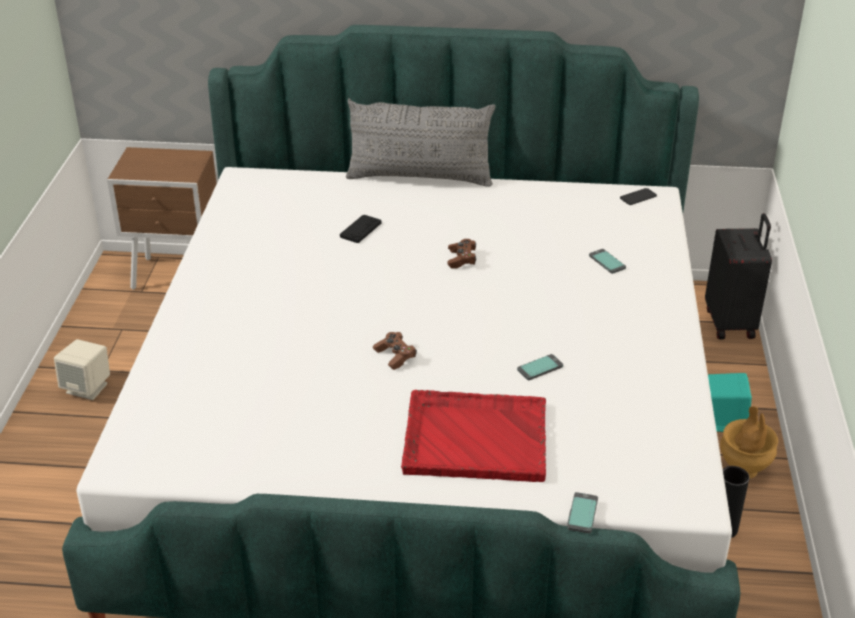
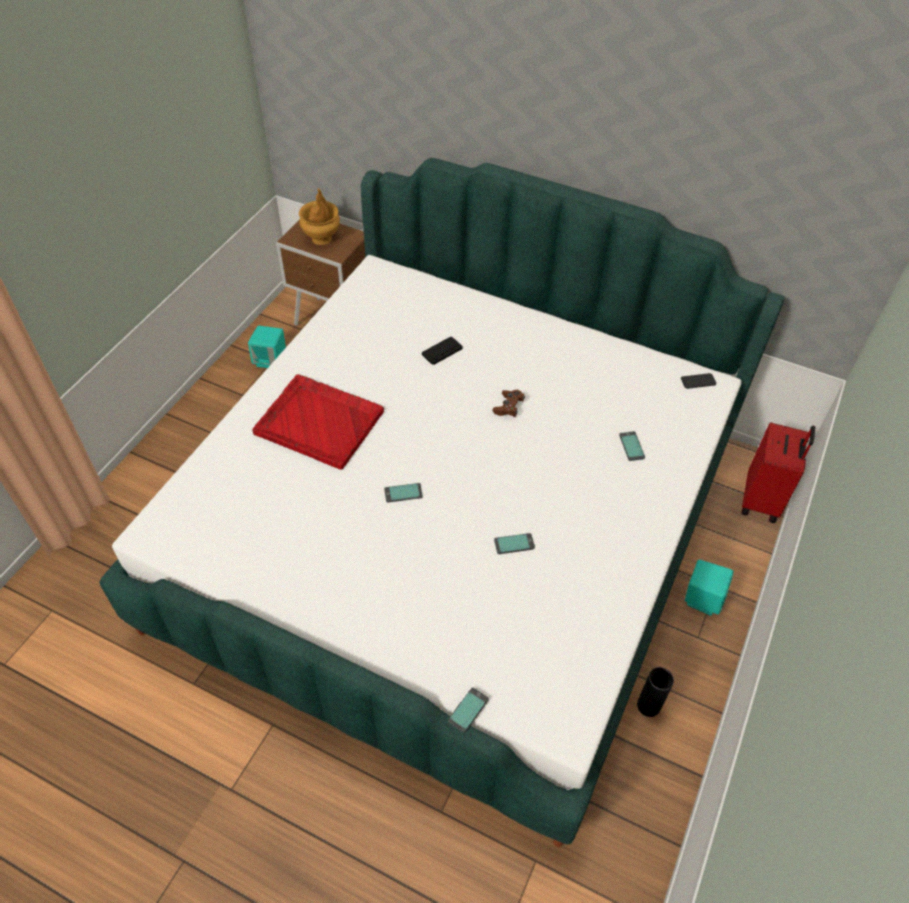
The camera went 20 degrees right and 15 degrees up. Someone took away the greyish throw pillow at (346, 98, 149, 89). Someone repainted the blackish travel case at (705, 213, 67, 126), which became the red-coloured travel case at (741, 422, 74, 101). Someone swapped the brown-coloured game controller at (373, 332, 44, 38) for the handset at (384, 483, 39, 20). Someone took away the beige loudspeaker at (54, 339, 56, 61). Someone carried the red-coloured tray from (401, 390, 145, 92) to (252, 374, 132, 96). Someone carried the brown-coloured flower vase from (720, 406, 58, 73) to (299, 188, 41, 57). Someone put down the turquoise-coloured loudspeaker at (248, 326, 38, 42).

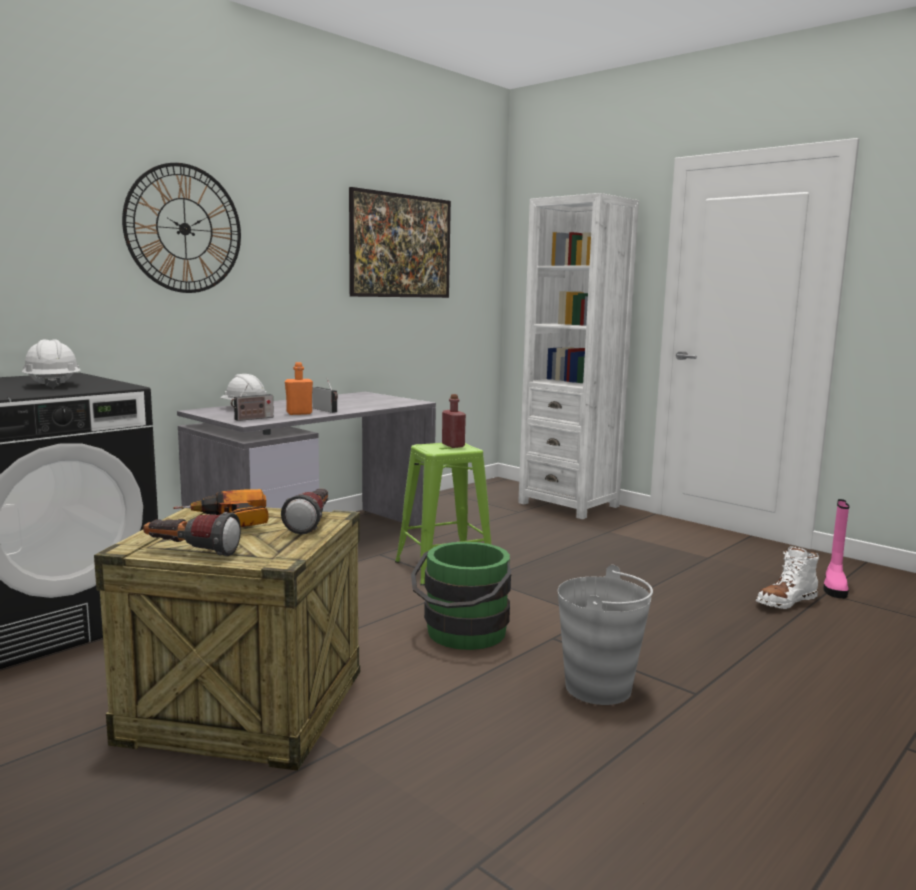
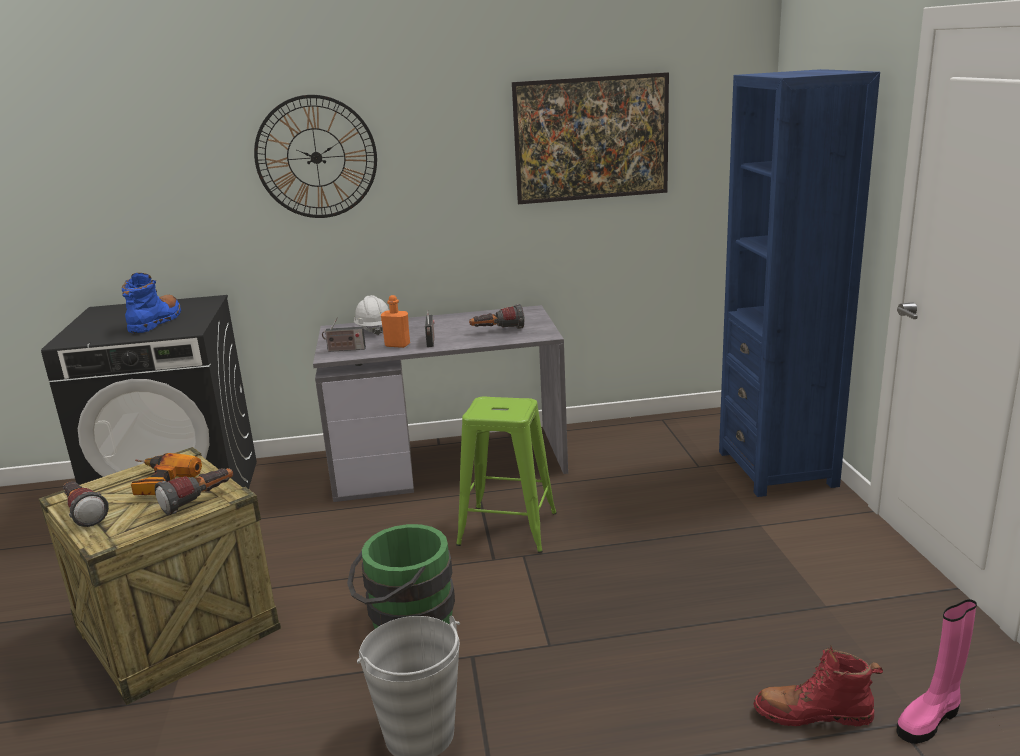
The camera went 40 degrees right and 10 degrees up. Someone repainted the white-coloured bookshelf at (518, 193, 121, 326), which became the bluish bookshelf at (719, 69, 161, 428). Someone swapped the white-coloured hard hat at (22, 339, 58, 50) for the bluish tall boot at (122, 273, 59, 60). Someone took away the red-coloured bottle at (442, 394, 24, 54). Someone repainted the white-coloured tall boot at (756, 546, 63, 63), which became the red-coloured tall boot at (754, 646, 129, 80). Someone put down the hand torch at (469, 304, 56, 25).

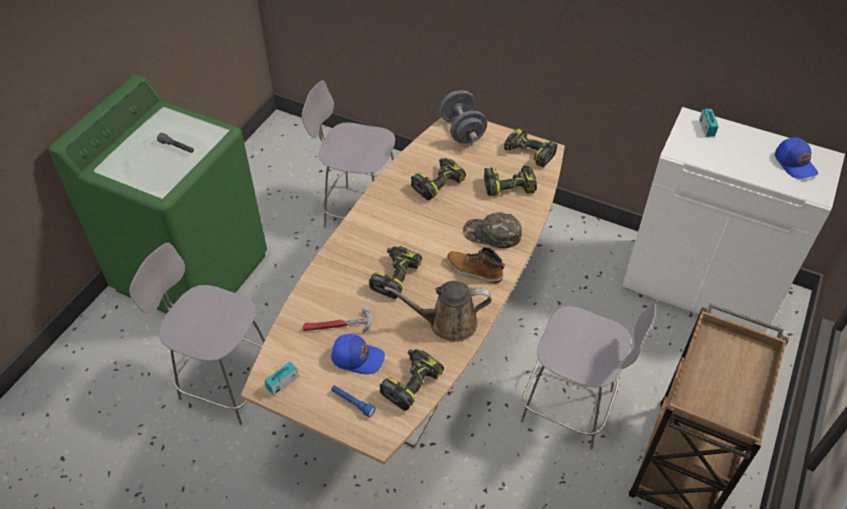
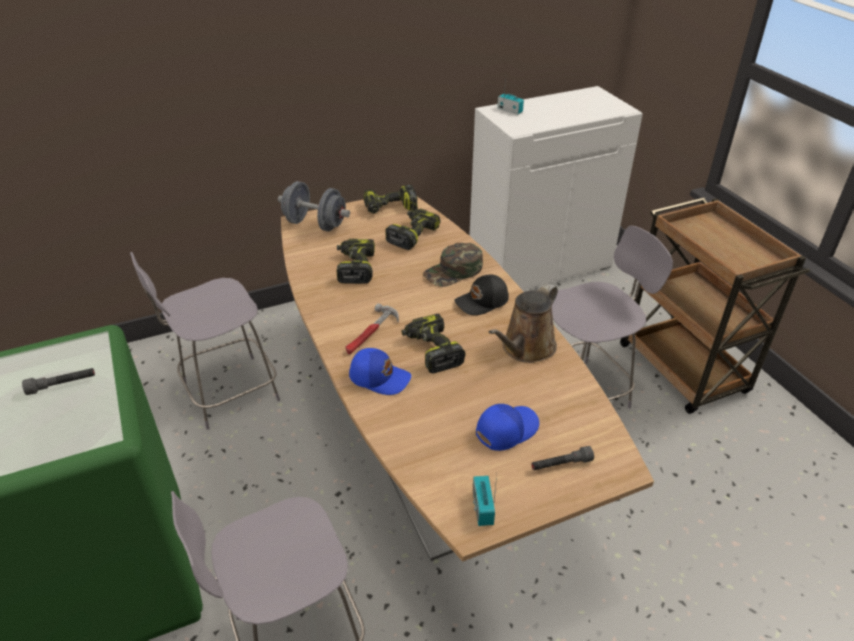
The camera went 50 degrees left and 10 degrees down. Someone carried the bluish cap from (775, 137, 43, 42) to (349, 348, 62, 47). Someone swapped the tall boot at (447, 247, 58, 37) for the blackish cap at (454, 275, 55, 40). Someone carried the tool hammer from (303, 307, 69, 26) to (345, 303, 54, 51). Someone took away the electric drill at (379, 349, 65, 62). Someone repainted the bluish hand torch at (331, 385, 45, 32), which became the greyish hand torch at (531, 446, 63, 24).

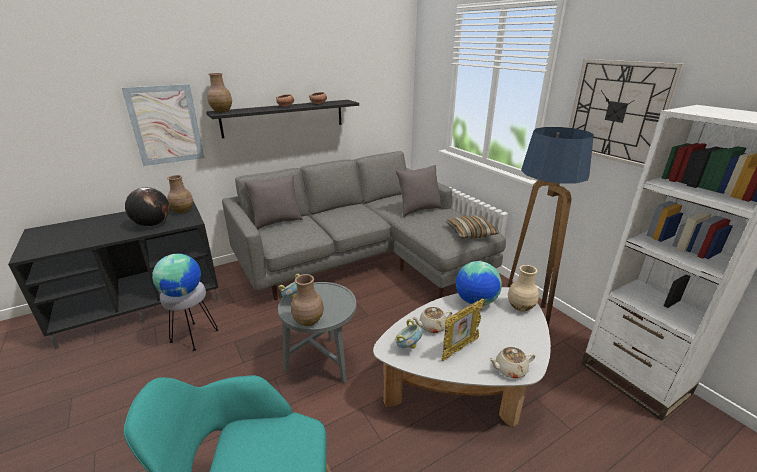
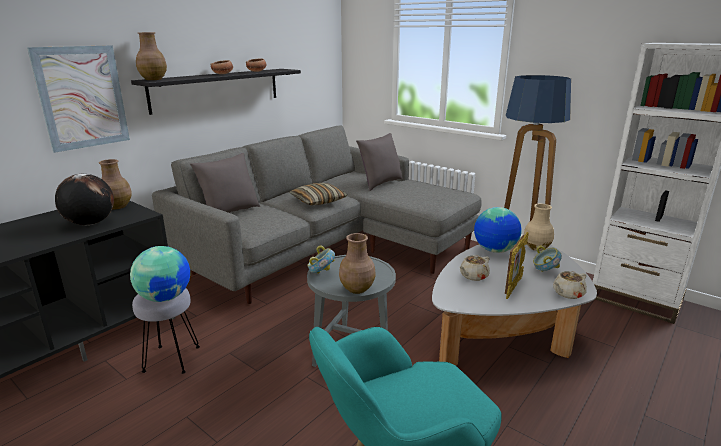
The camera went 20 degrees left and 5 degrees down. Someone took away the clock on the wall at (569, 59, 115, 109). Someone carried the throw pillow from (446, 215, 54, 24) to (289, 183, 58, 22). Someone carried the deep dish from (395, 319, 28, 30) to (533, 245, 29, 27).

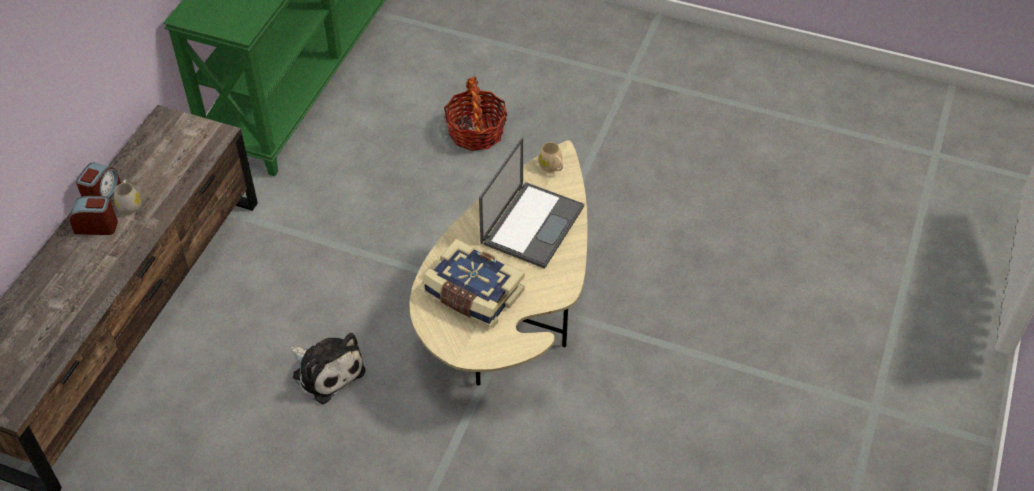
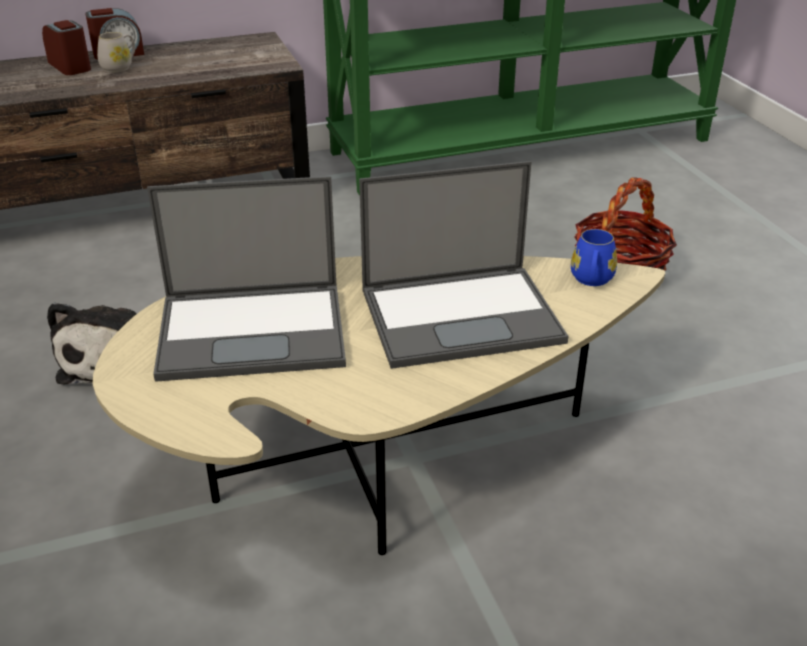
The camera went 50 degrees right and 15 degrees down. Someone repainted the beige coffee mug at (538, 142, 25, 30), which became the bluish coffee mug at (571, 229, 46, 57). Someone swapped the book at (422, 239, 103, 89) for the portable computer at (147, 176, 199, 206).

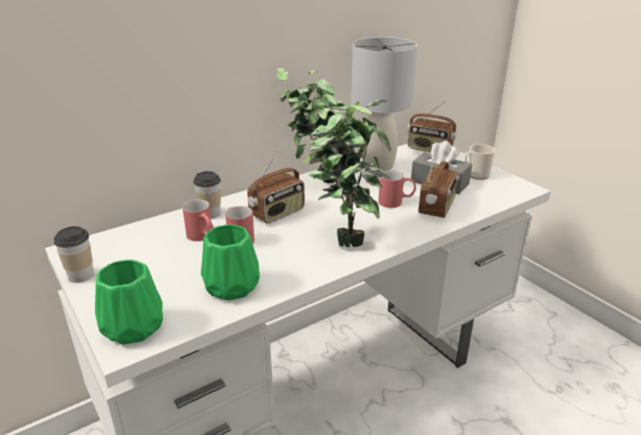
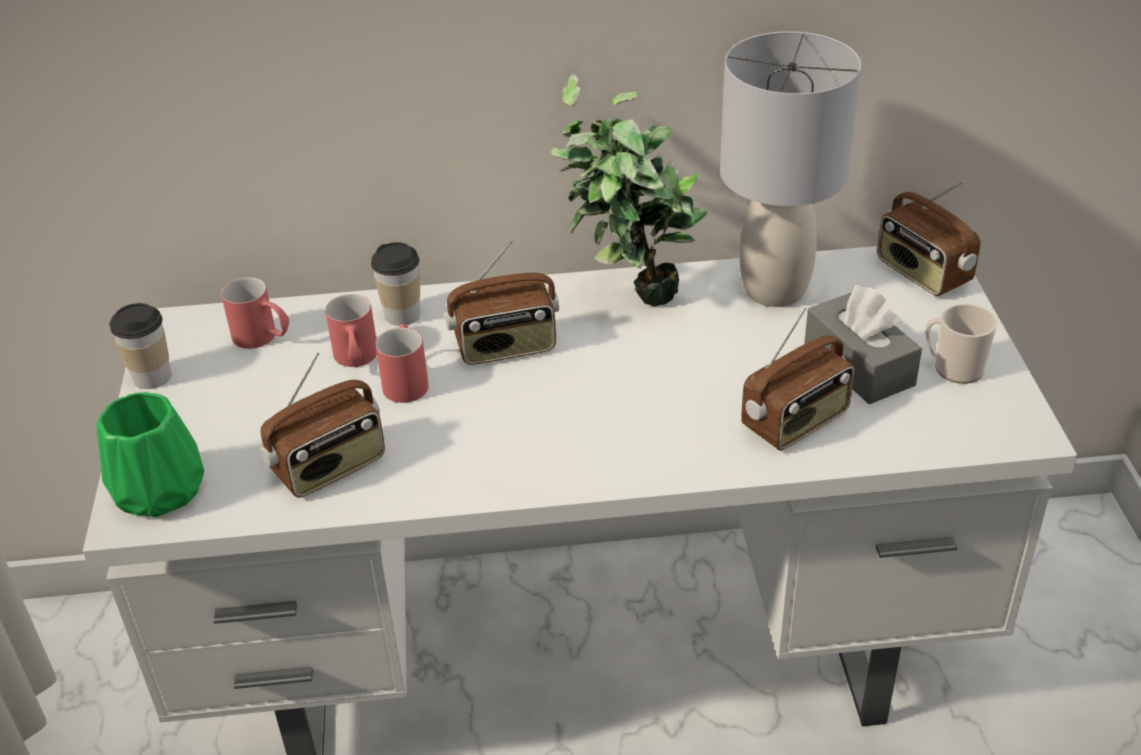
The camera went 30 degrees right and 10 degrees up. Someone took away the potted plant at (309, 99, 82, 148). Someone carried the red-coloured coffee mug from (378, 170, 38, 38) to (221, 277, 68, 72). Someone swapped the greenish flower vase at (201, 225, 59, 76) for the radio receiver at (260, 352, 125, 146).

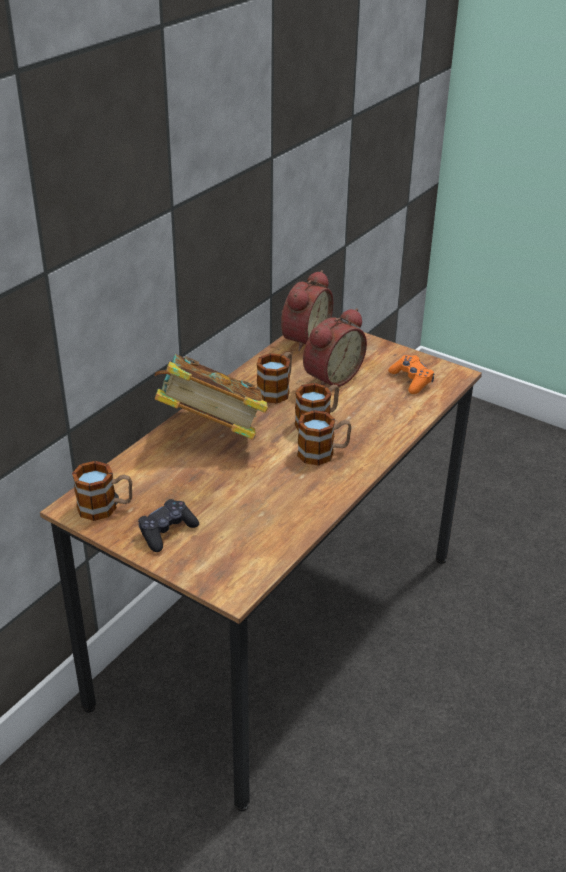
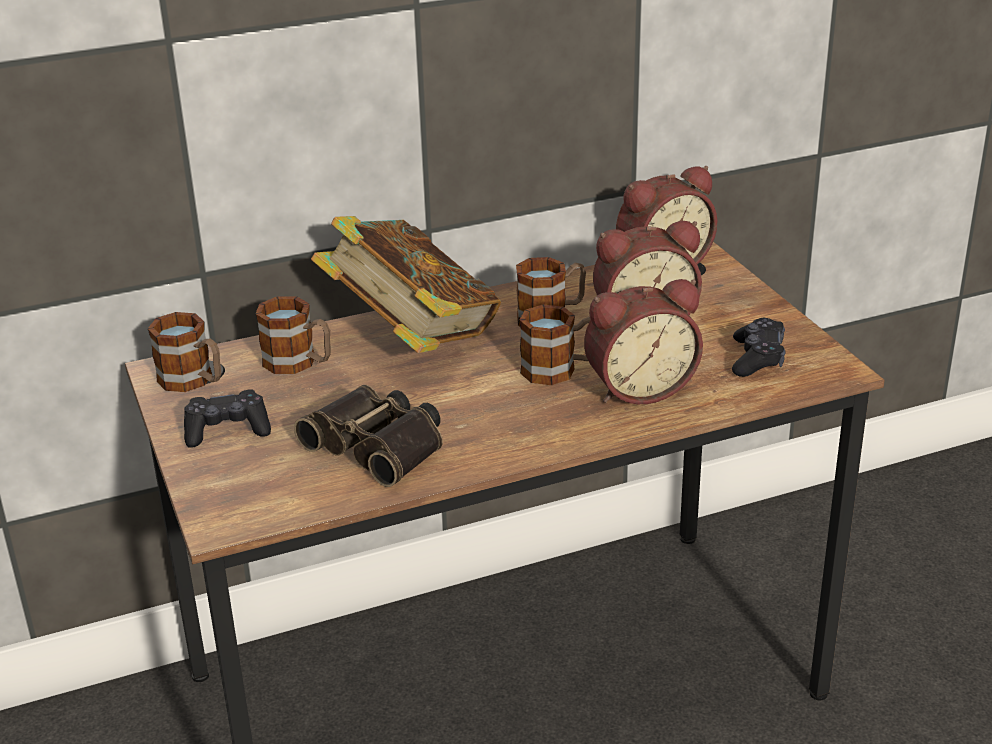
The camera went 35 degrees right and 5 degrees down. Someone repainted the orangey game controller at (388, 355, 46, 39), which became the blackish game controller at (732, 318, 53, 59). Someone carried the coffee mug from (297, 410, 55, 55) to (256, 297, 75, 77). Someone put down the alarm clock at (584, 279, 119, 125). Someone put down the field glasses at (294, 385, 149, 102).

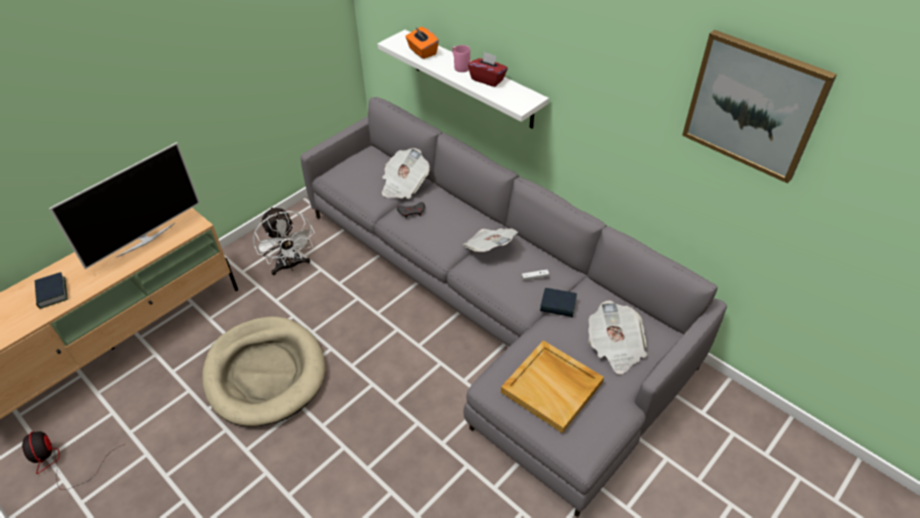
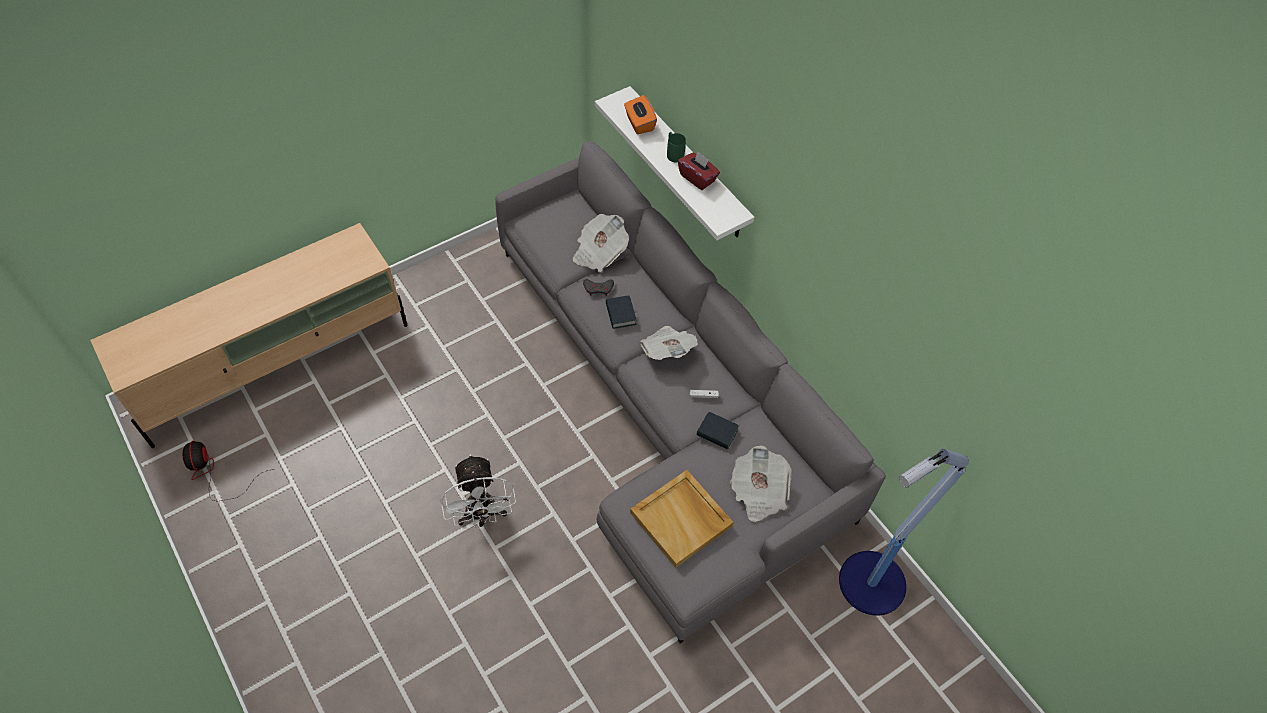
The camera went 10 degrees right and 10 degrees up. Someone took away the wall art at (682, 30, 155, 154). Someone repainted the pink coffee mug at (452, 45, 18, 27), which became the greenish coffee mug at (667, 132, 19, 30). Someone took away the television at (49, 142, 151, 127). Someone carried the white-coloured cooling fan from (253, 207, 62, 68) to (441, 454, 75, 73). Someone carried the book from (35, 272, 33, 37) to (605, 295, 31, 34). Someone took away the beige dog bed at (202, 316, 123, 110). Someone put down the floor lamp at (839, 449, 130, 167).

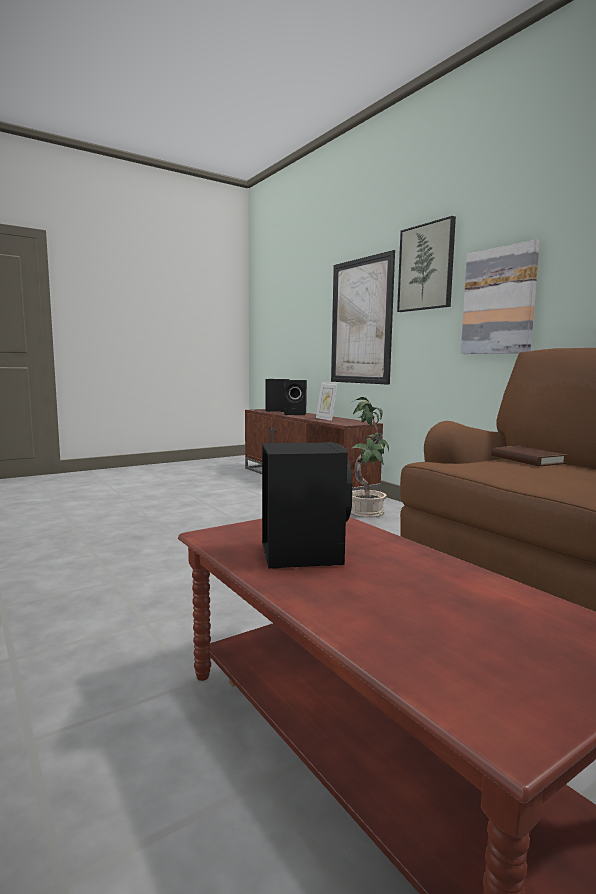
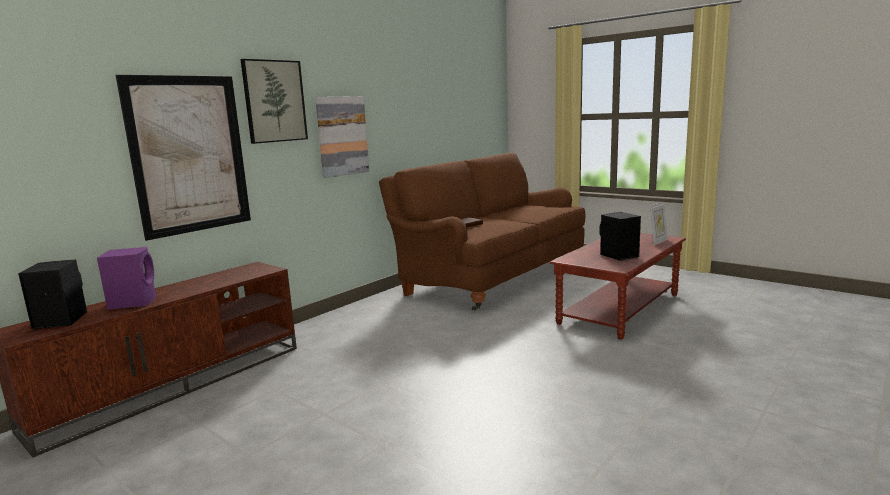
The camera went 105 degrees left and 5 degrees up. Someone repainted the blackish loudspeaker at (284, 380, 23, 35), which became the purple loudspeaker at (97, 247, 59, 63). Someone carried the picture frame from (316, 381, 22, 40) to (649, 202, 19, 43). Someone took away the potted plant at (350, 397, 39, 120).

